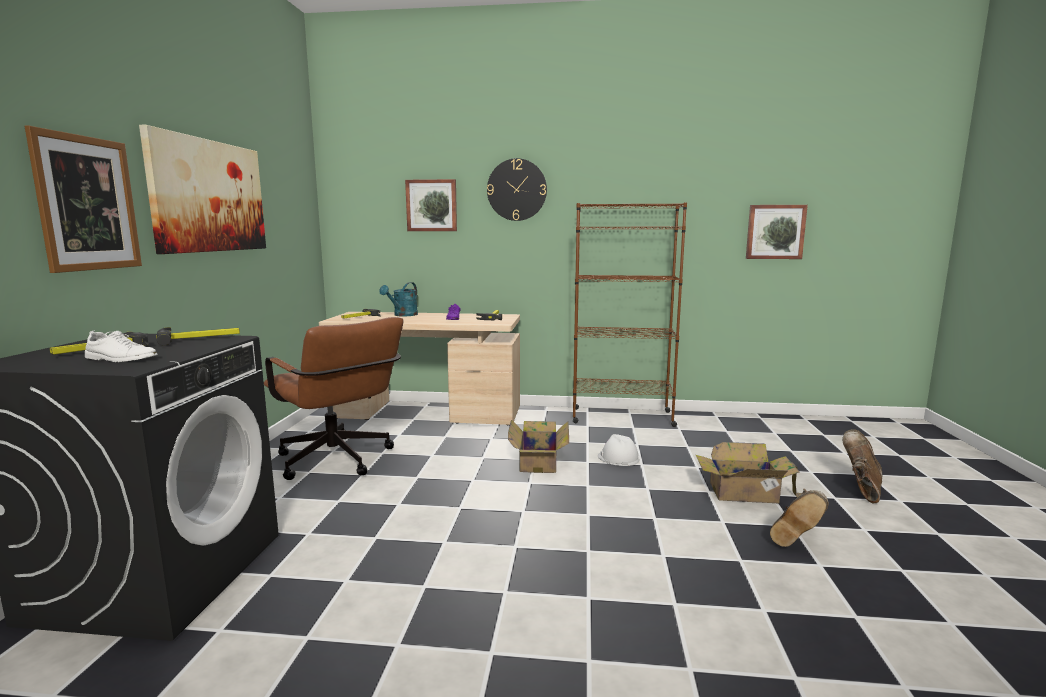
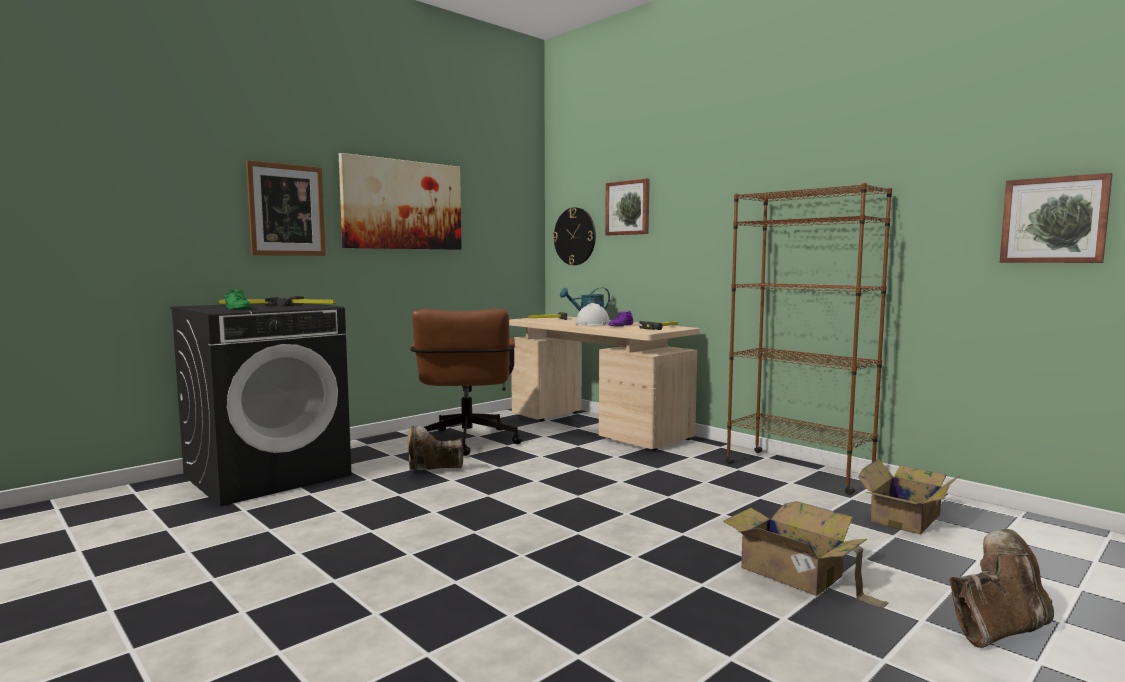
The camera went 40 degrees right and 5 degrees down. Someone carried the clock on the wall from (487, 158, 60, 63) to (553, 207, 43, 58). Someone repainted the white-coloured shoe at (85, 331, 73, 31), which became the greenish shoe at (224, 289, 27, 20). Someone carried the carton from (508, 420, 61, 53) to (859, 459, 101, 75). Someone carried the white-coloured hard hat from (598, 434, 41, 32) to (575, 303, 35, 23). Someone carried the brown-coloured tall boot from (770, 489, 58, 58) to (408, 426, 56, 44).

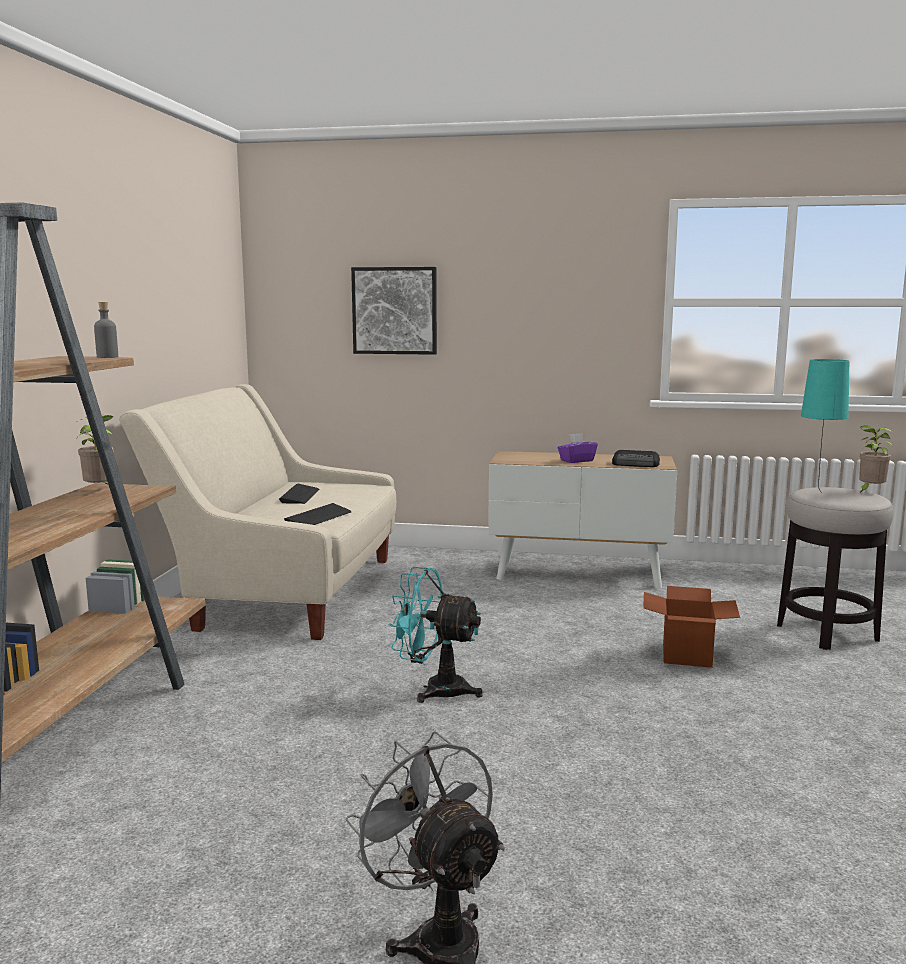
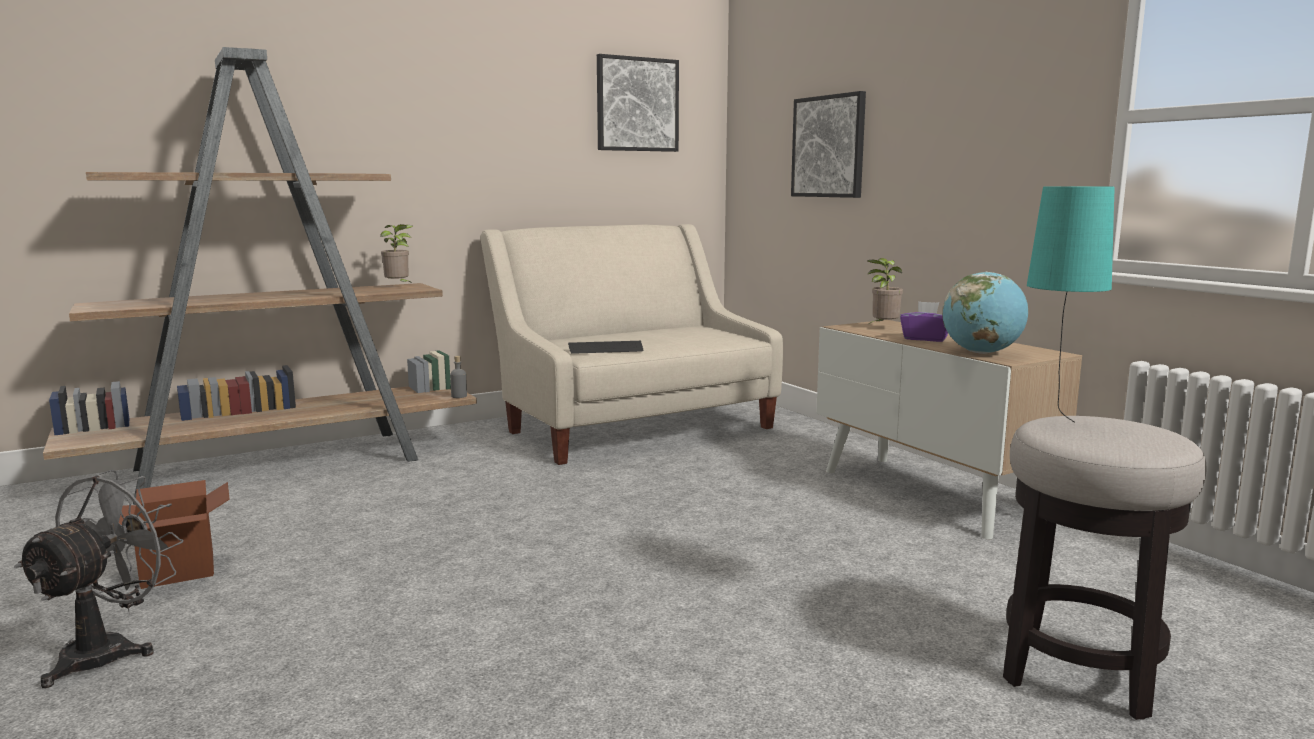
The camera went 50 degrees right and 0 degrees up. Someone carried the greyish bottle from (94, 302, 24, 56) to (450, 356, 17, 42). Someone carried the potted plant from (859, 426, 34, 66) to (867, 258, 36, 66). Someone swapped the radio receiver at (612, 450, 48, 17) for the globe at (942, 272, 86, 82). Someone took away the PC keyboard at (279, 484, 41, 20). Someone took away the turquoise-coloured cooling fan at (388, 567, 95, 136). Someone carried the carton from (643, 586, 97, 82) to (119, 480, 111, 109). Someone put up the wall art at (597, 54, 82, 98).

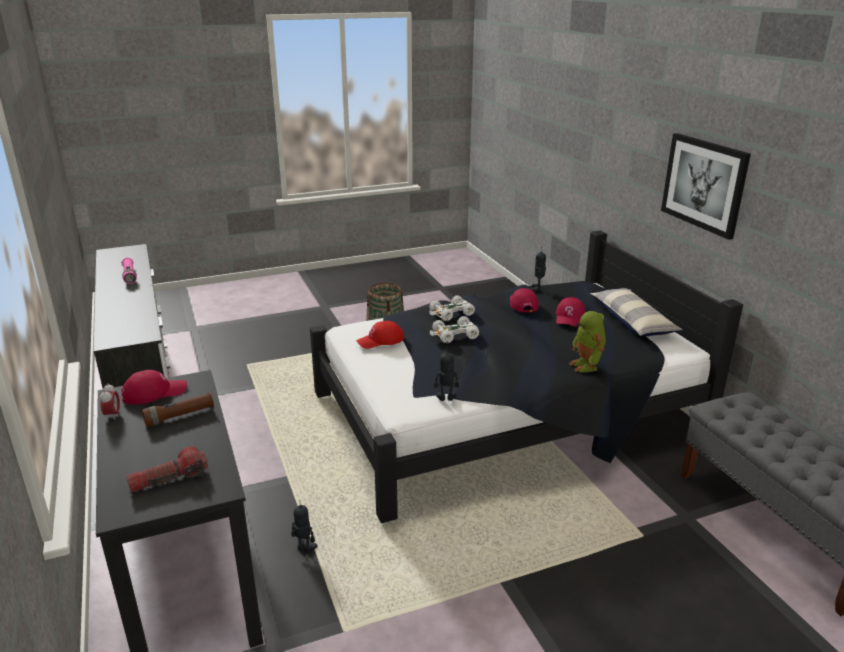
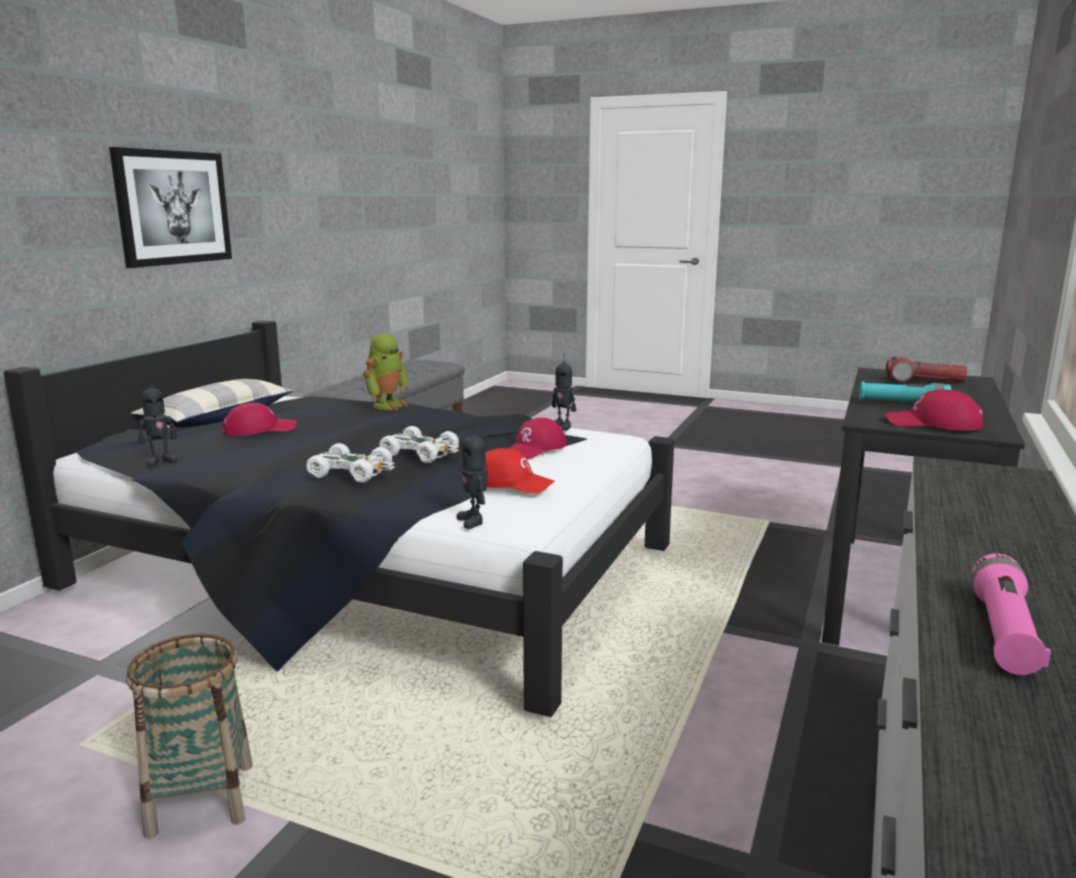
The camera went 135 degrees left and 10 degrees down. Someone carried the red-coloured cap from (510, 288, 29, 24) to (508, 418, 59, 41). Someone took away the alarm clock at (100, 383, 20, 37). Someone repainted the brown-coloured hand torch at (142, 393, 72, 34), which became the turquoise-coloured hand torch at (859, 381, 92, 21). Someone carried the model robot from (292, 500, 25, 53) to (457, 423, 31, 106).

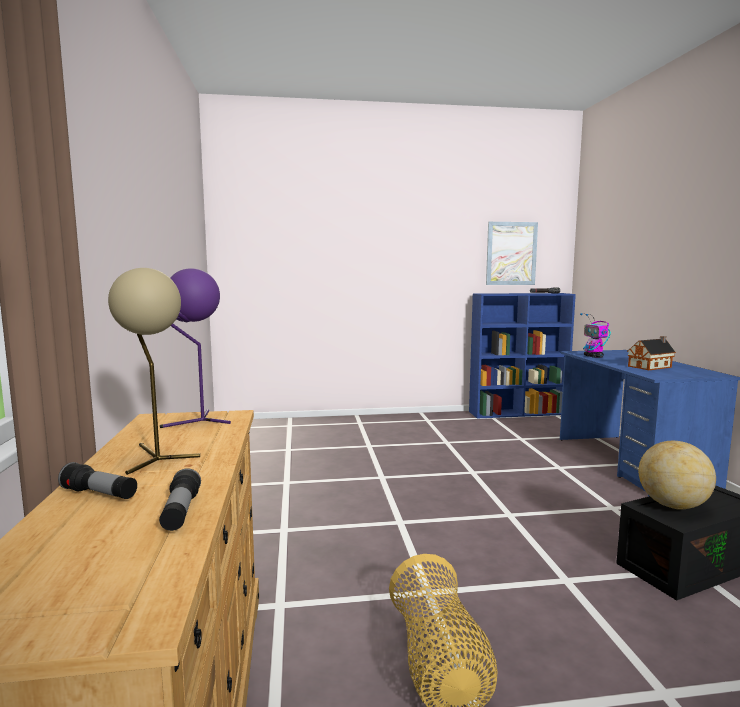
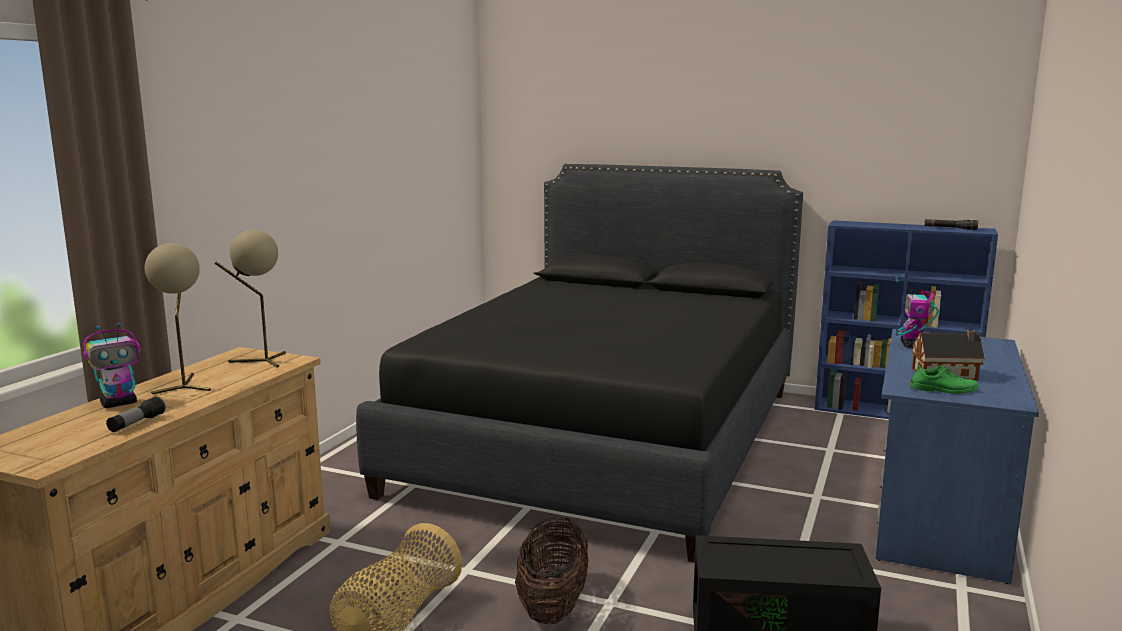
The camera went 30 degrees right and 5 degrees up. Someone took away the wall art at (486, 222, 52, 63). Someone repainted the purple tabletop lamp at (160, 268, 71, 160), which became the beige tabletop lamp at (214, 230, 72, 138). Someone took away the globe at (638, 441, 78, 69). Someone swapped the hand torch at (58, 462, 79, 37) for the model robot at (83, 323, 58, 85). Someone put down the blackish sleeping bed at (356, 164, 447, 399). Someone put down the greenish shoe at (910, 365, 69, 29). Someone put down the basket at (515, 517, 74, 107).

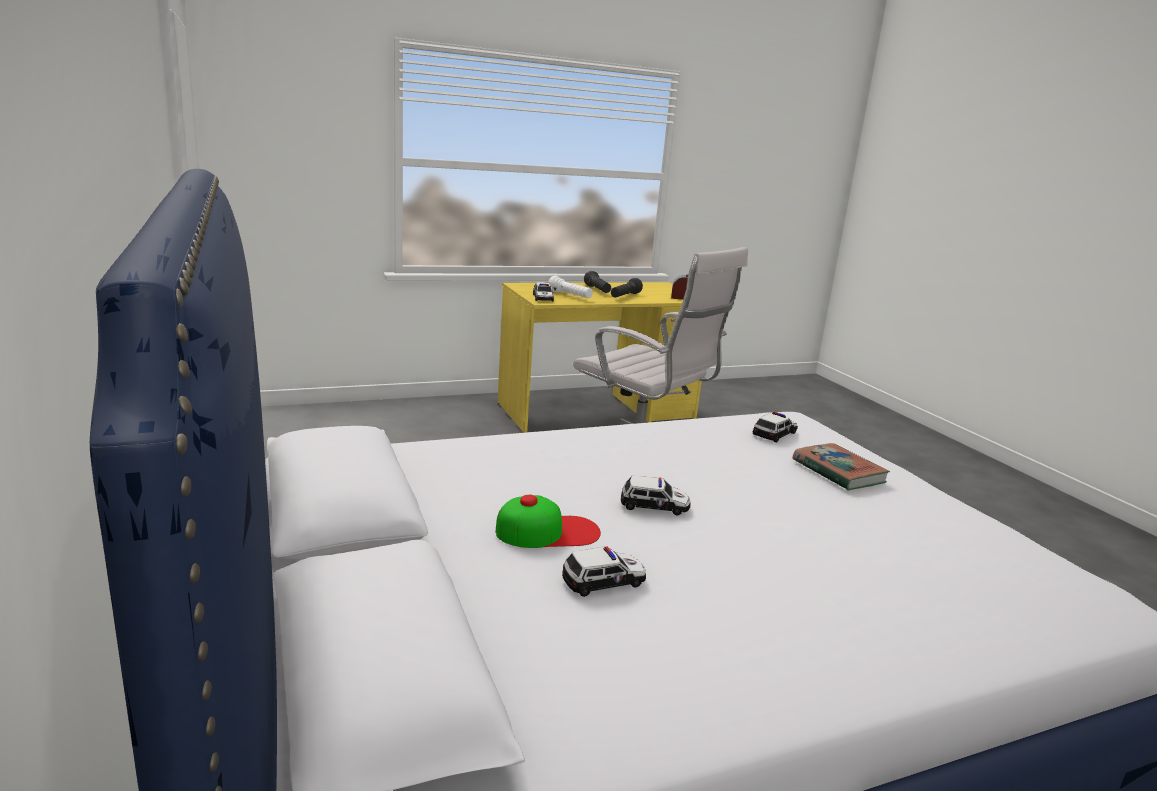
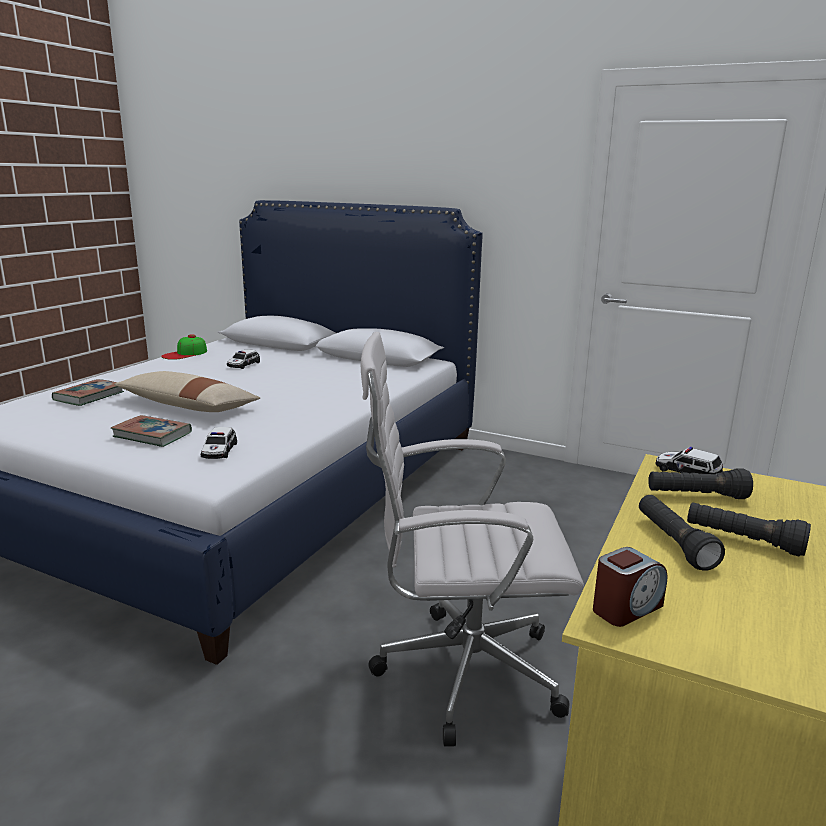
The camera went 140 degrees right and 0 degrees up. Someone repainted the white-coloured hand torch at (548, 276, 45, 22), which became the blackish hand torch at (648, 468, 105, 31). Someone took away the toy car at (621, 475, 69, 40). Someone carried the cap from (496, 495, 105, 53) to (161, 334, 46, 26). Someone put down the beige throw pillow at (114, 371, 146, 41). Someone put down the book at (52, 379, 72, 27).

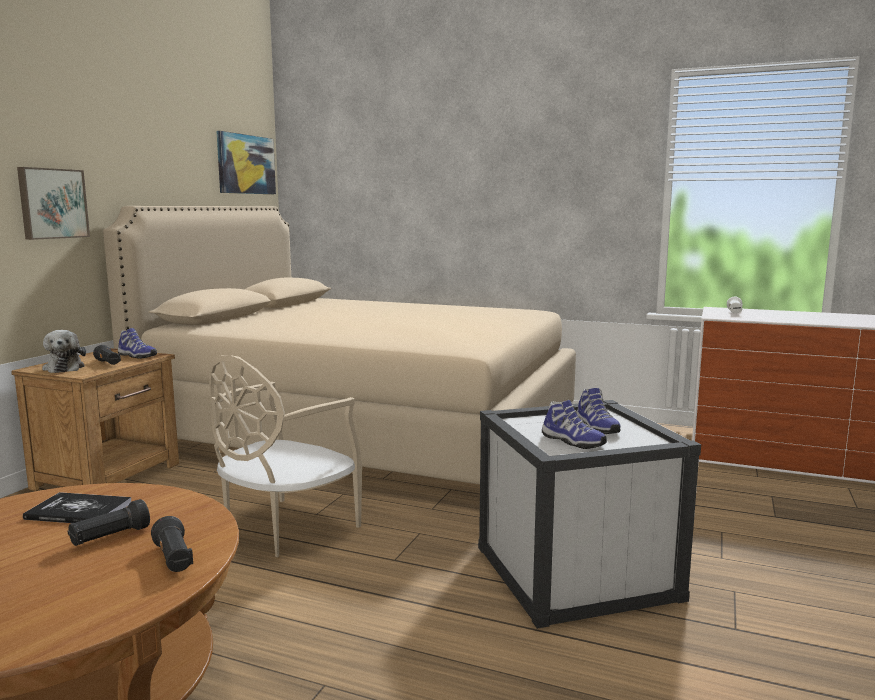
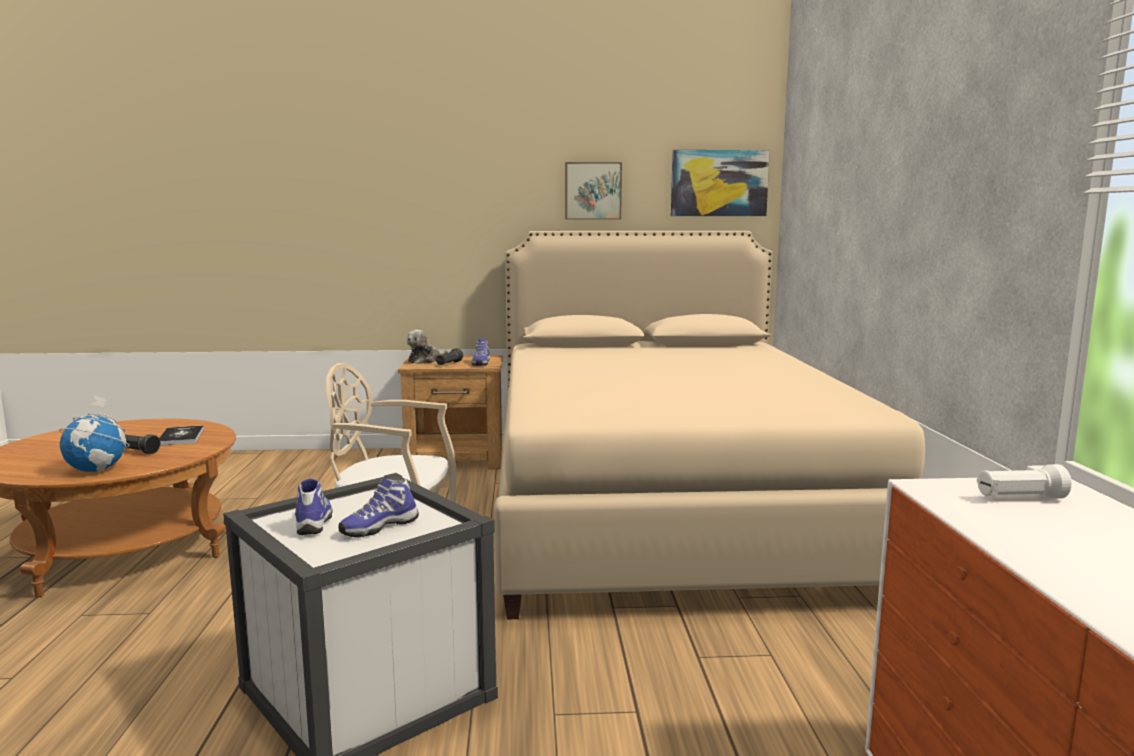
The camera went 65 degrees right and 0 degrees up. Someone carried the wall art from (17, 167, 73, 73) to (565, 162, 57, 58). Someone rotated the shoe at (542, 400, 65, 49) by 150 degrees clockwise. Someone swapped the blackish hand torch at (151, 516, 42, 56) for the globe at (59, 396, 71, 76).

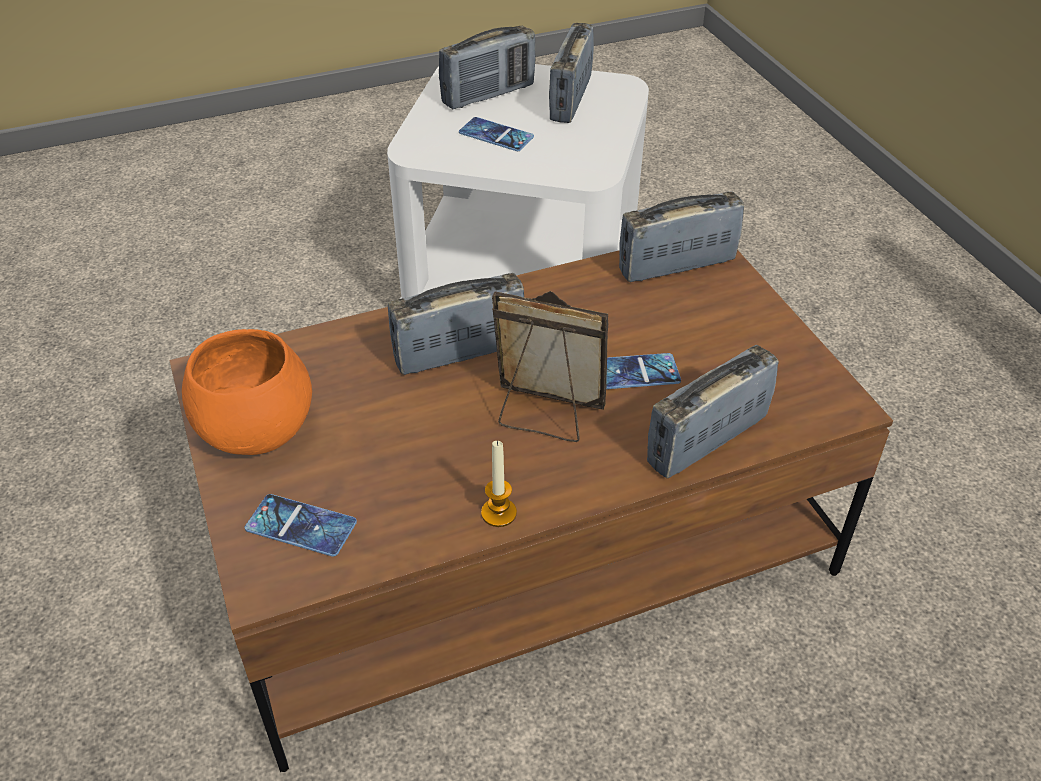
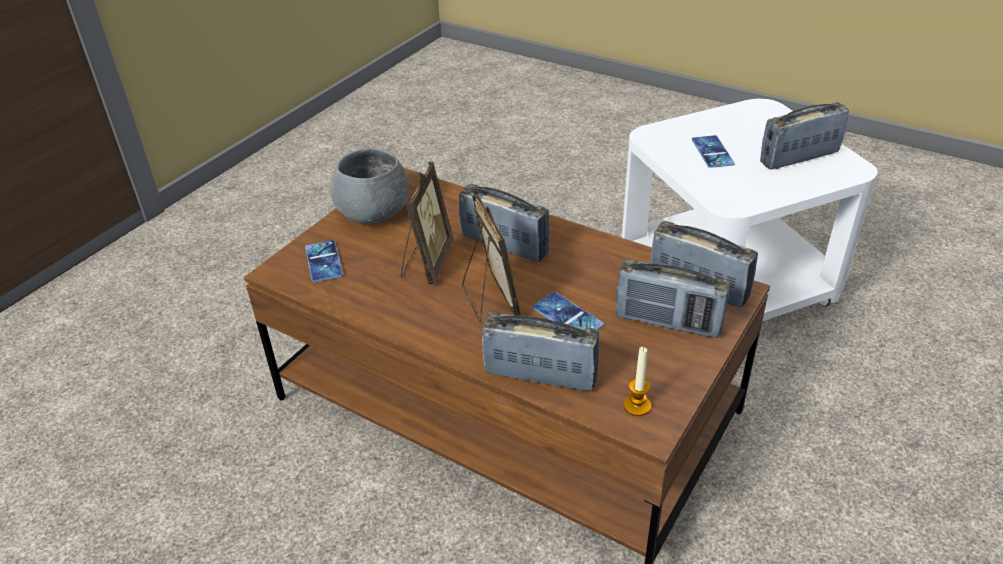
The camera went 55 degrees right and 5 degrees down. Someone carried the radio receiver from (439, 26, 96, 83) to (616, 259, 114, 79). Someone repainted the orangey deep dish at (182, 329, 130, 126), which became the greyish deep dish at (330, 148, 79, 76). Someone carried the candle from (481, 441, 36, 86) to (624, 347, 27, 69). Someone put down the picture frame at (400, 162, 53, 122).

